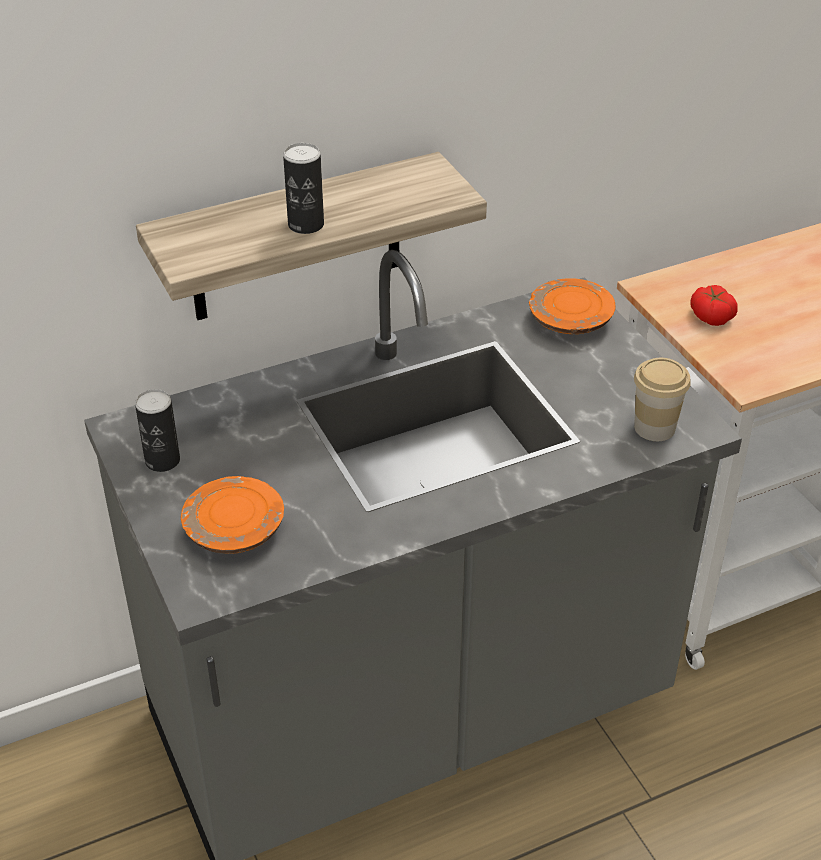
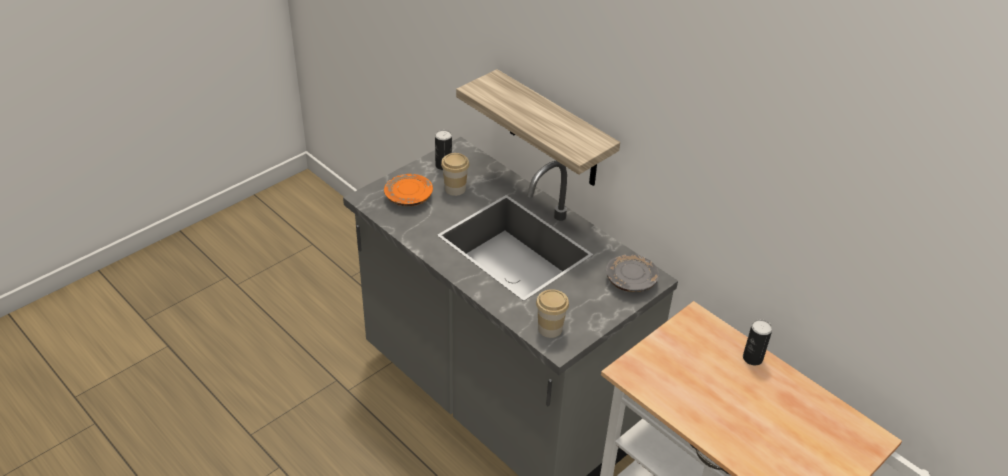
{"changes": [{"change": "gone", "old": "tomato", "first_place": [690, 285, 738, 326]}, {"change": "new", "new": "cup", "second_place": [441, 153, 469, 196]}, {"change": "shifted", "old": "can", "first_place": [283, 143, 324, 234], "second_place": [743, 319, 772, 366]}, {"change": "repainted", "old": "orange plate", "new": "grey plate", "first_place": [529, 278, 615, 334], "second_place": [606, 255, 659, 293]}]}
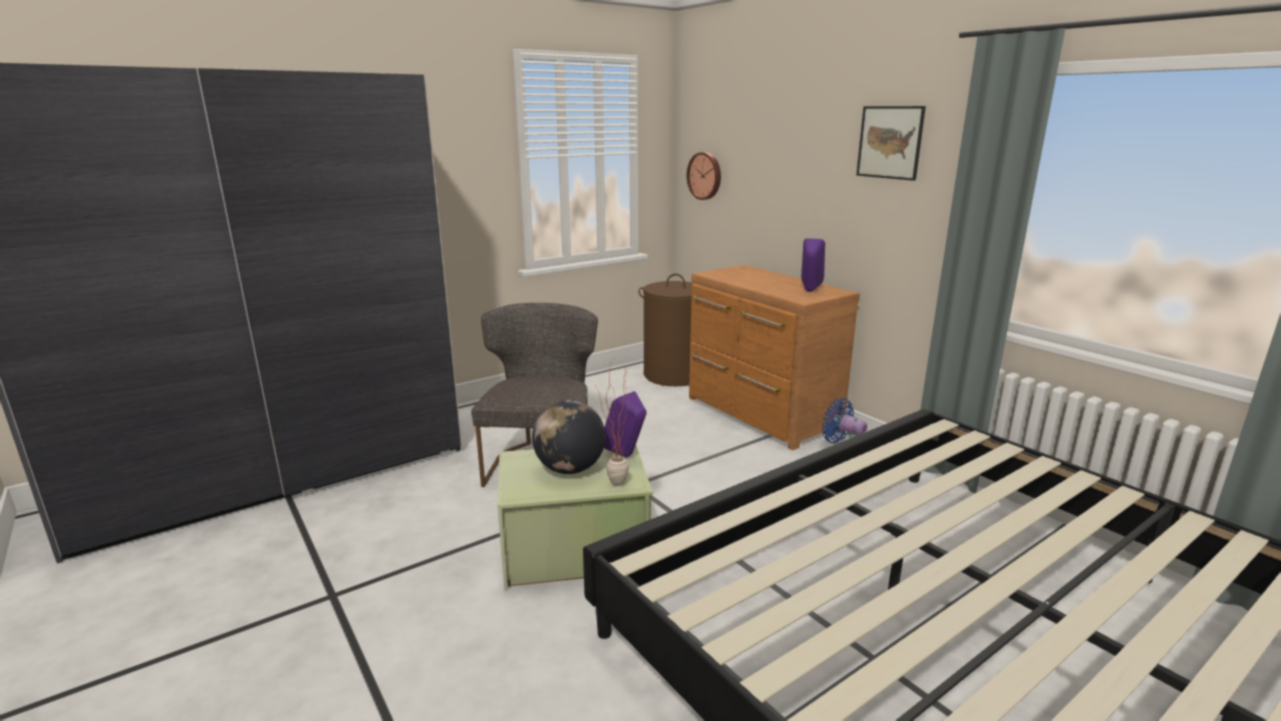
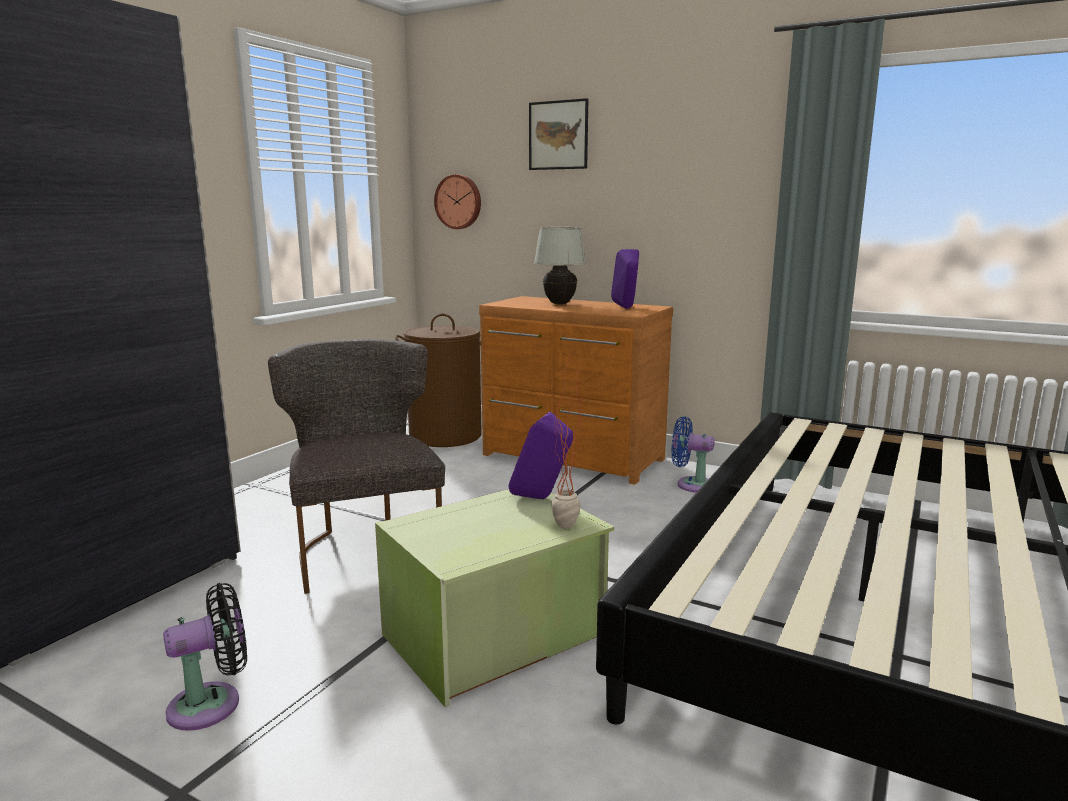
{"changes": [{"change": "gone", "old": "globe", "first_place": [532, 400, 606, 474]}, {"change": "new", "new": "black fan", "second_place": [163, 583, 247, 731]}, {"change": "new", "new": "white table lamp", "second_place": [534, 227, 587, 304]}, {"change": "shifted", "old": "picture", "first_place": [856, 106, 926, 181], "second_place": [529, 98, 588, 170]}]}
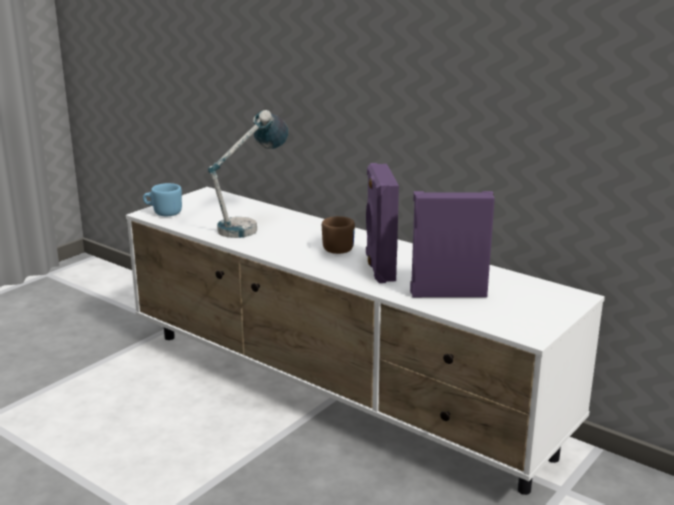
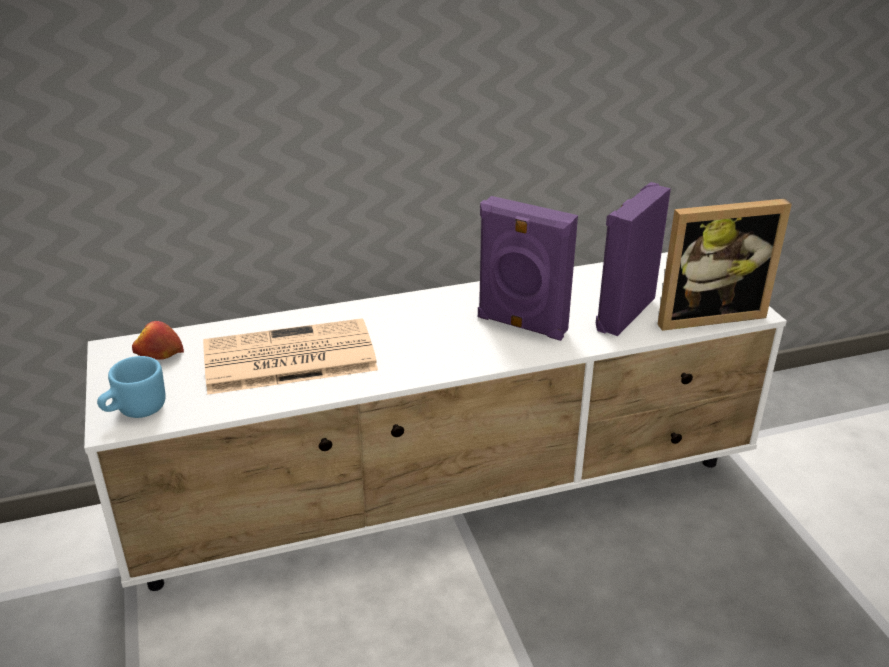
{"changes": [{"change": "gone", "old": "brown mug", "first_place": [322, 216, 355, 254]}, {"change": "new", "new": "apple", "second_place": [132, 321, 184, 360]}, {"change": "new", "new": "picture frame", "second_place": [657, 199, 792, 331]}, {"change": "swapped", "old": "table lamp", "new": "newspaper", "first_place": [208, 110, 288, 238], "second_place": [203, 318, 378, 395]}]}
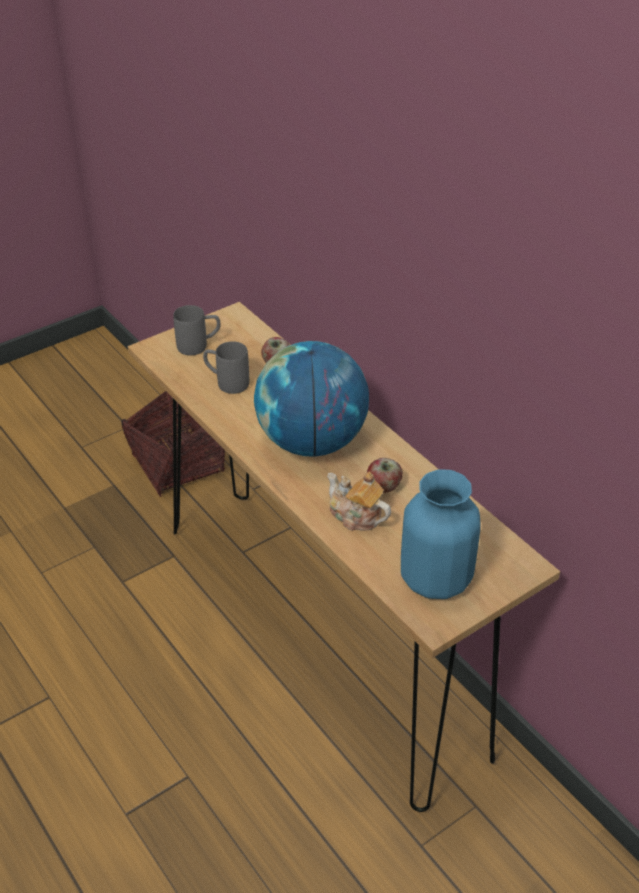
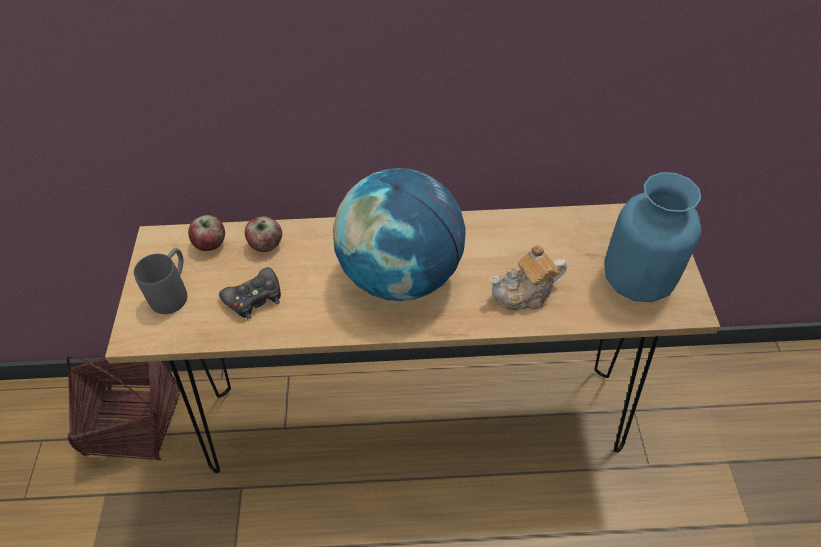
{"changes": [{"change": "shifted", "old": "apple", "first_place": [367, 458, 403, 493], "second_place": [188, 215, 225, 251]}, {"change": "swapped", "old": "grey mug", "new": "black game controller", "first_place": [203, 341, 249, 394], "second_place": [219, 267, 281, 319]}]}
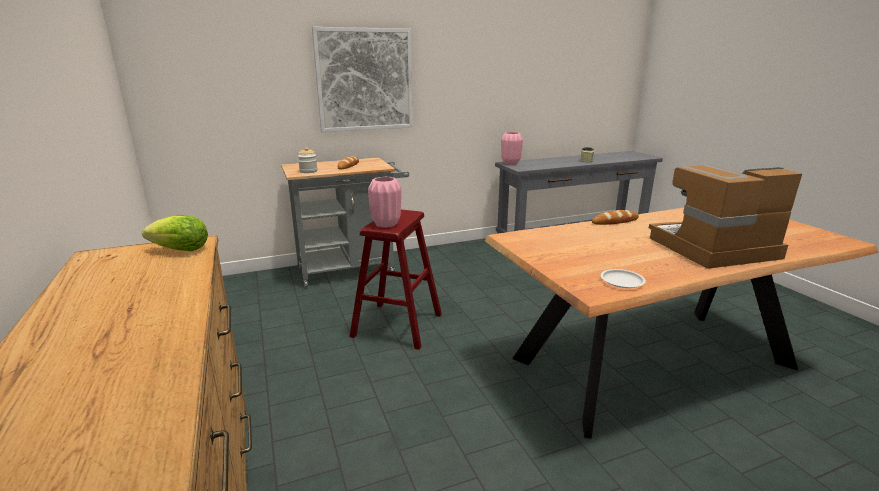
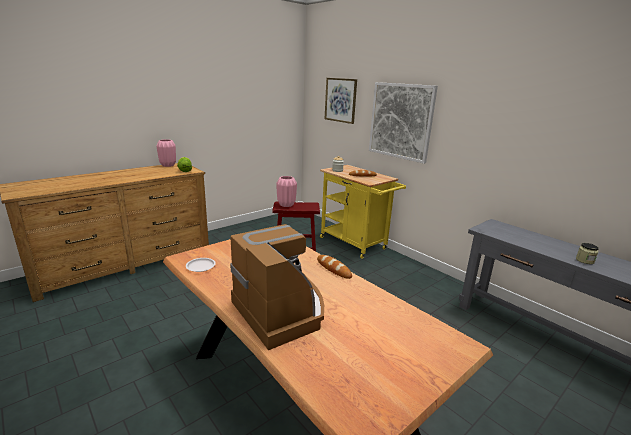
{"changes": [{"change": "new", "new": "picture", "second_place": [325, 78, 357, 124]}, {"change": "shifted", "old": "pink vase", "first_place": [501, 132, 523, 165], "second_place": [157, 139, 176, 167]}, {"change": "repainted", "old": "grey cart", "new": "yellow cart", "first_place": [281, 158, 409, 288], "second_place": [320, 165, 406, 259]}]}
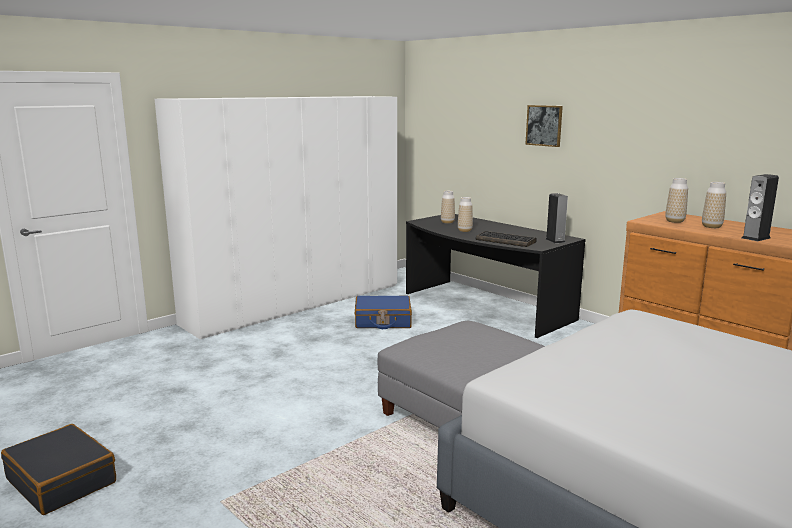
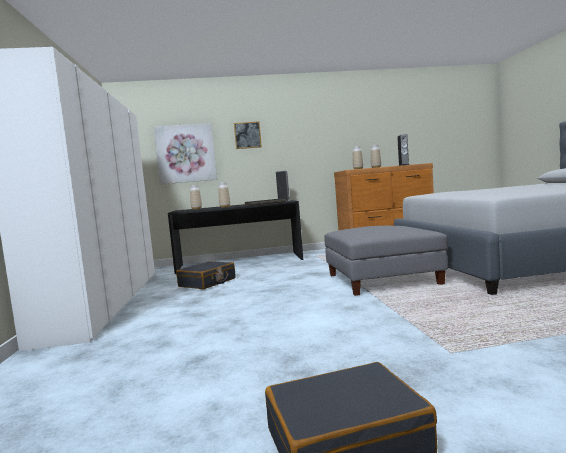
{"changes": [{"change": "new", "new": "picture", "second_place": [153, 123, 217, 184]}, {"change": "repainted", "old": "blue suitcase", "new": "black suitcase", "first_place": [355, 296, 412, 329], "second_place": [176, 261, 235, 289]}]}
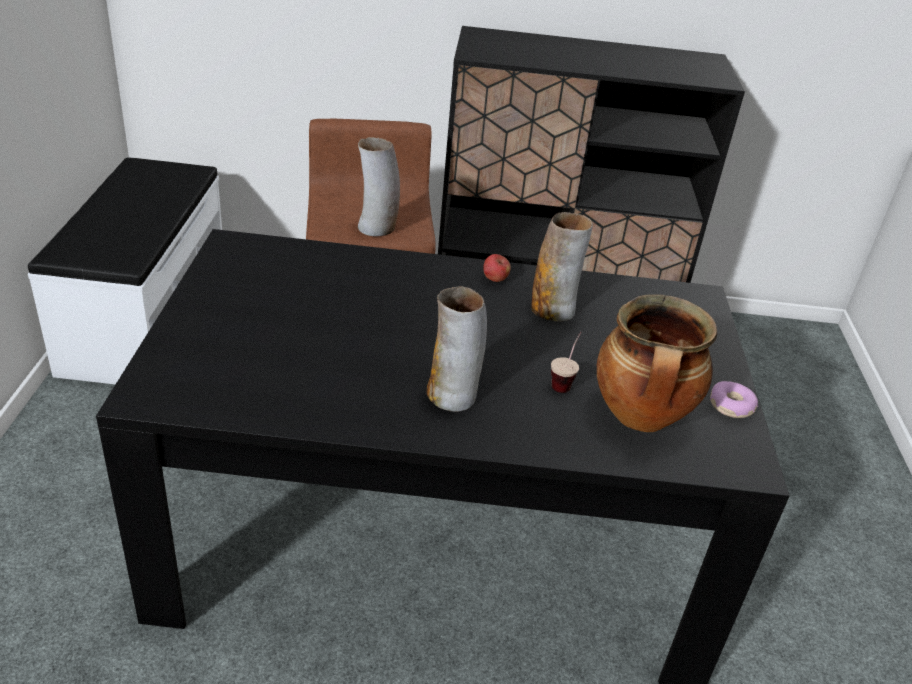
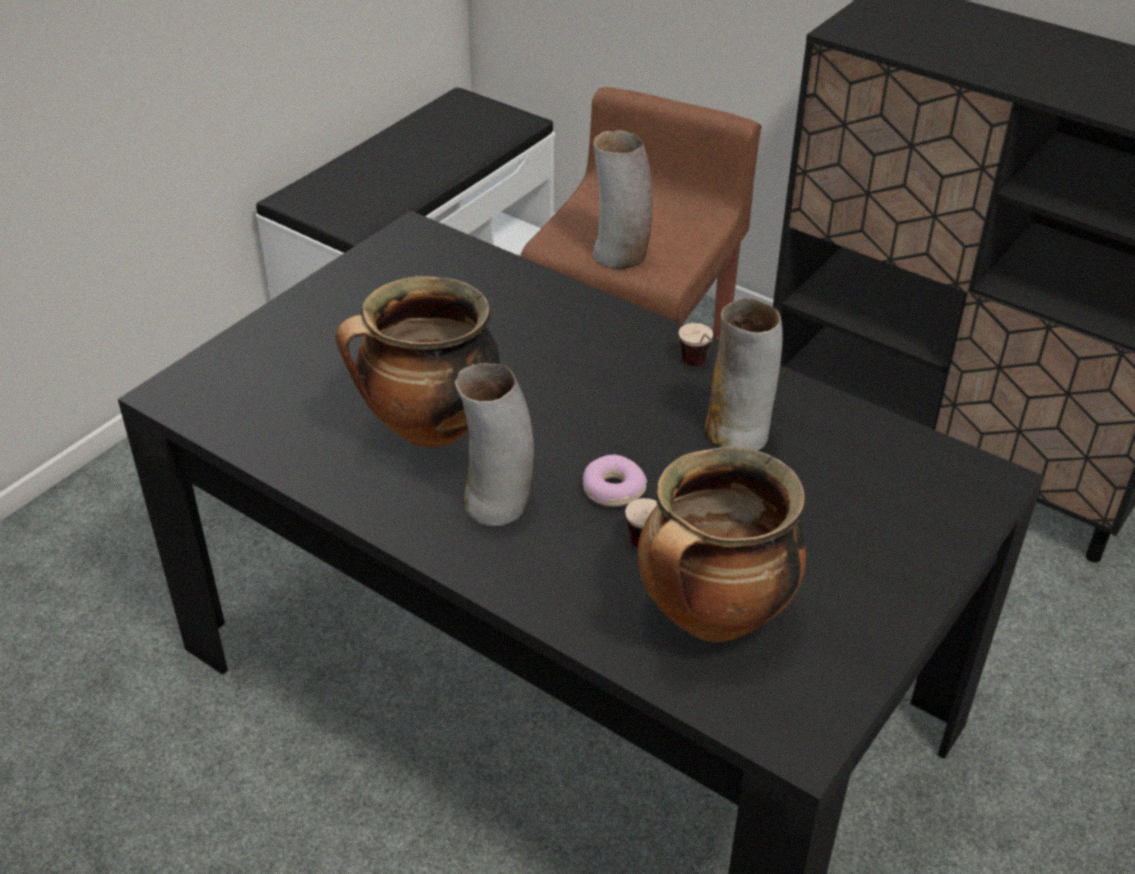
{"changes": [{"change": "new", "new": "cooking pot", "second_place": [336, 276, 500, 447]}, {"change": "shifted", "old": "donut", "first_place": [710, 381, 758, 418], "second_place": [582, 455, 647, 507]}, {"change": "swapped", "old": "apple", "new": "cup", "first_place": [483, 254, 511, 282], "second_place": [679, 323, 713, 366]}]}
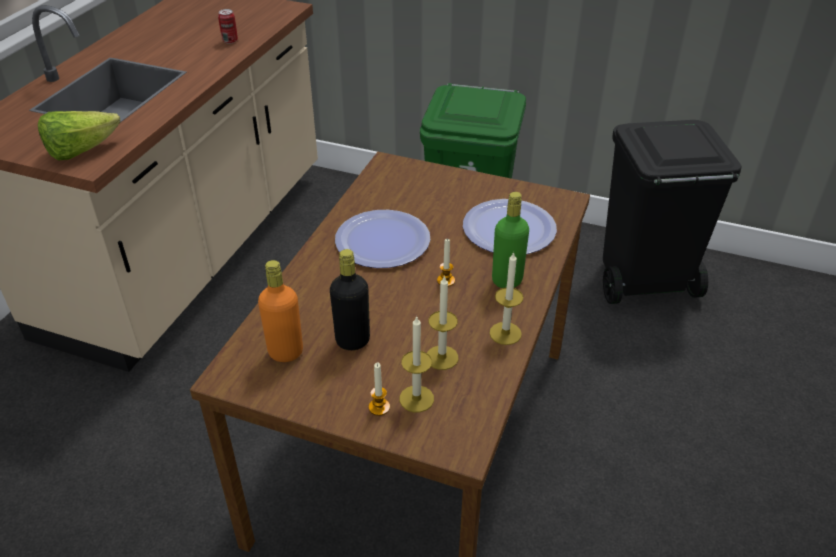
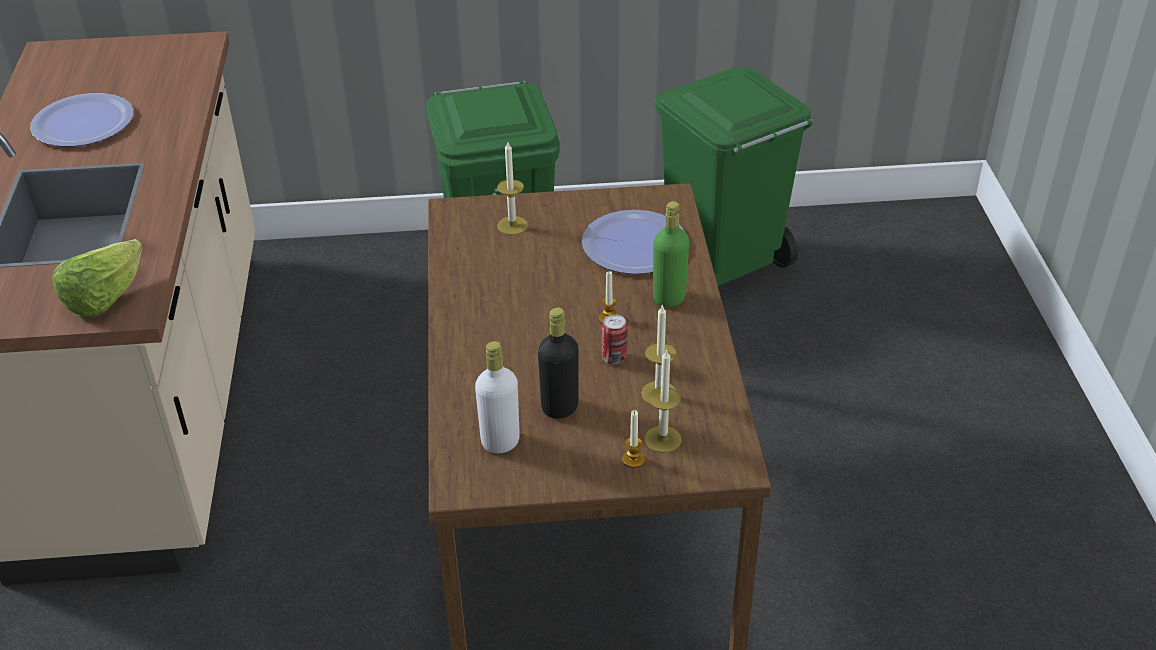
{"changes": [{"change": "shifted", "old": "can", "first_place": [218, 9, 238, 44], "second_place": [602, 314, 628, 365]}, {"change": "shifted", "old": "plate", "first_place": [335, 210, 430, 268], "second_place": [30, 93, 134, 147]}, {"change": "shifted", "old": "candle", "first_place": [489, 252, 523, 345], "second_place": [497, 142, 528, 235]}, {"change": "repainted", "old": "orange bottle", "new": "white bottle", "first_place": [258, 260, 303, 362], "second_place": [475, 341, 520, 453]}, {"change": "repainted", "old": "black trash can", "new": "green trash can", "first_place": [603, 120, 742, 304], "second_place": [655, 67, 813, 286]}]}
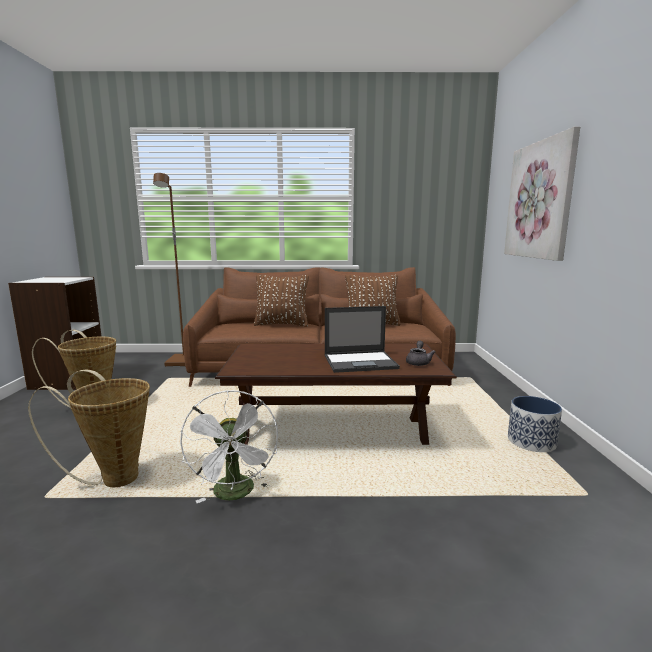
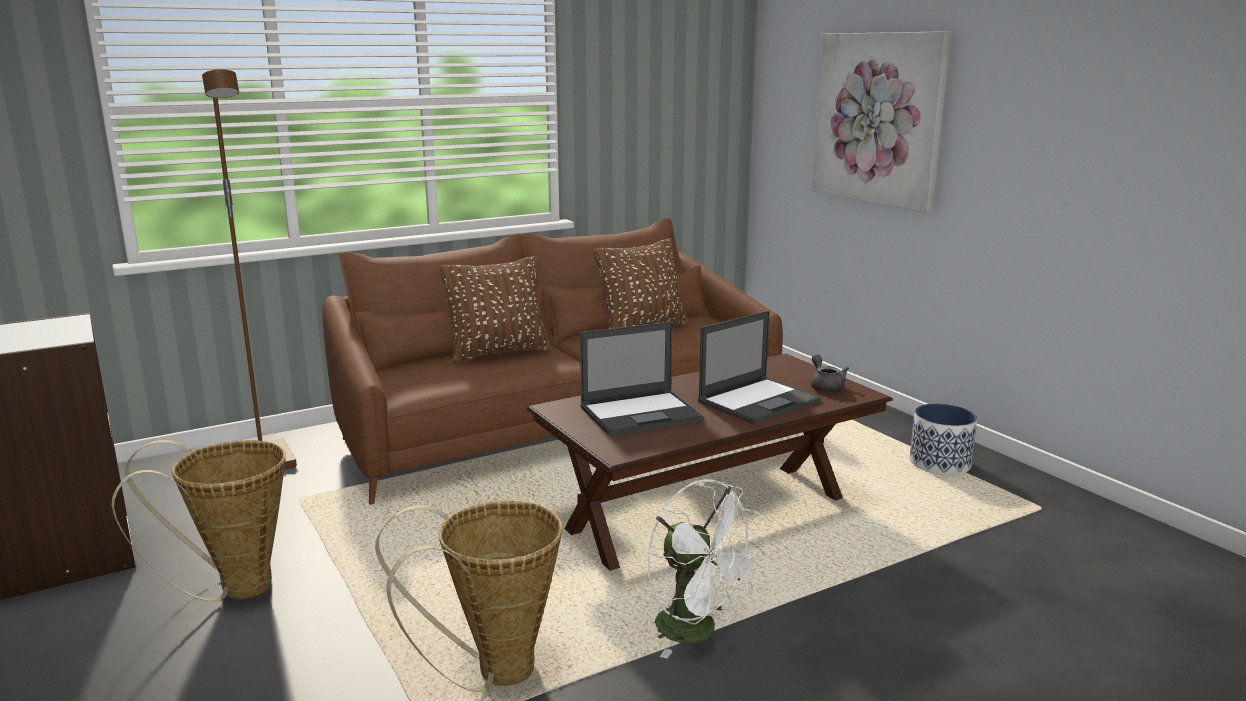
{"changes": [{"change": "new", "new": "laptop", "second_place": [580, 321, 704, 436]}]}
